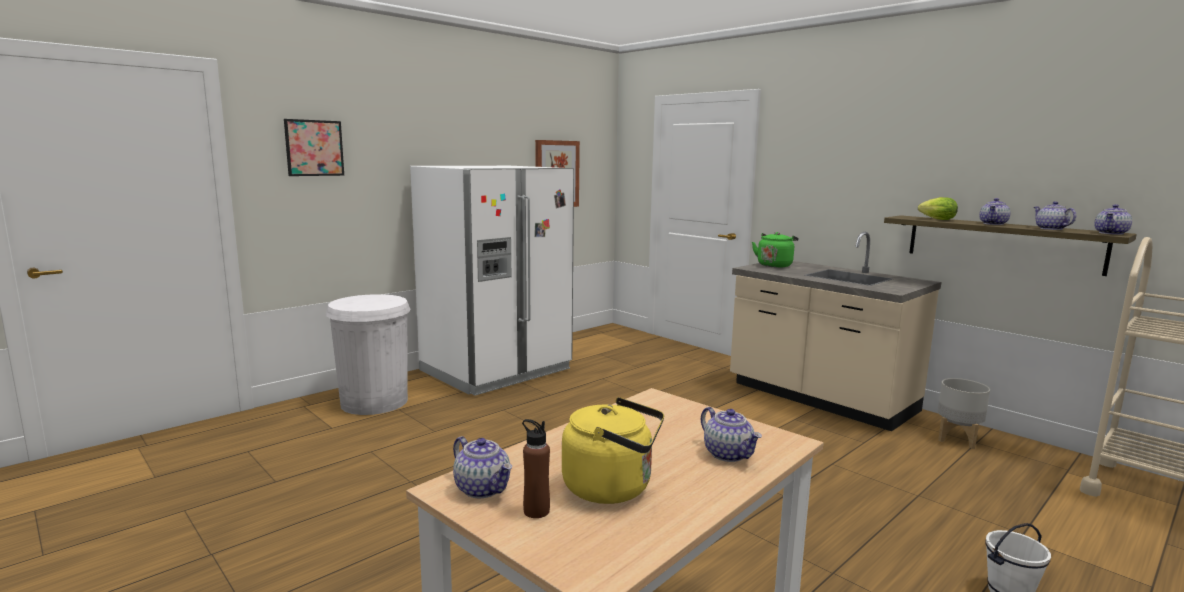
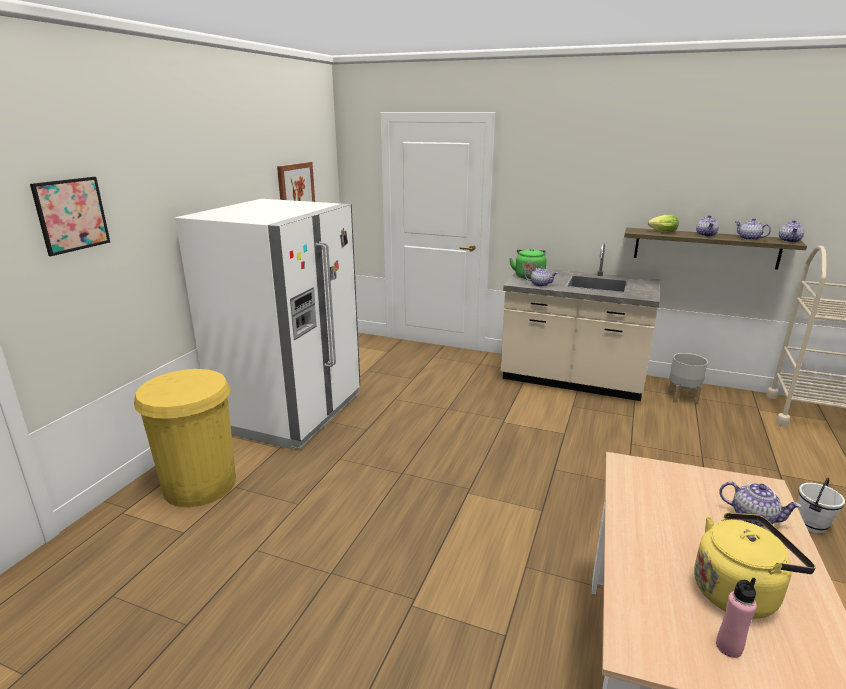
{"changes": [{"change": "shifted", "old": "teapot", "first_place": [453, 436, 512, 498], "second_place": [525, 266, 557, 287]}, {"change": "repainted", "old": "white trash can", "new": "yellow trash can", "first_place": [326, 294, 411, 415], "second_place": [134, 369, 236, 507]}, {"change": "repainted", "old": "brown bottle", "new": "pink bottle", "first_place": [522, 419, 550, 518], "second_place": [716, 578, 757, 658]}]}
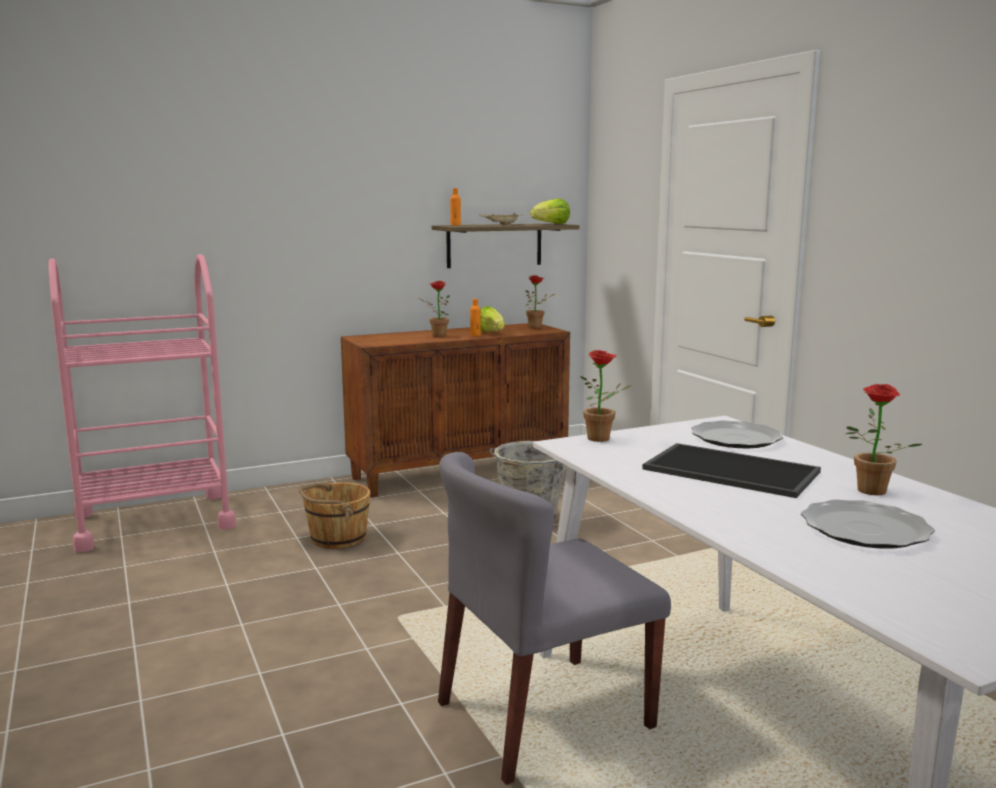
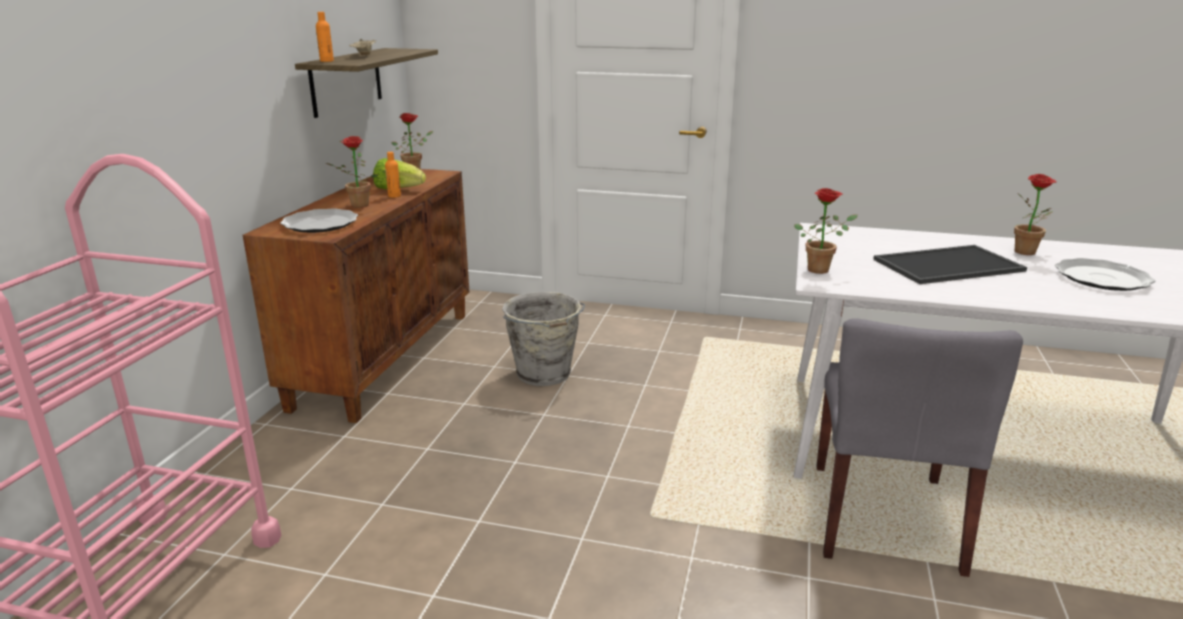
{"changes": [{"change": "gone", "old": "brown bucket", "first_place": [299, 482, 371, 549]}, {"change": "gone", "old": "lettuce", "first_place": [530, 198, 570, 224]}, {"change": "shifted", "old": "plate", "first_place": [692, 420, 783, 448], "second_place": [280, 208, 358, 233]}]}
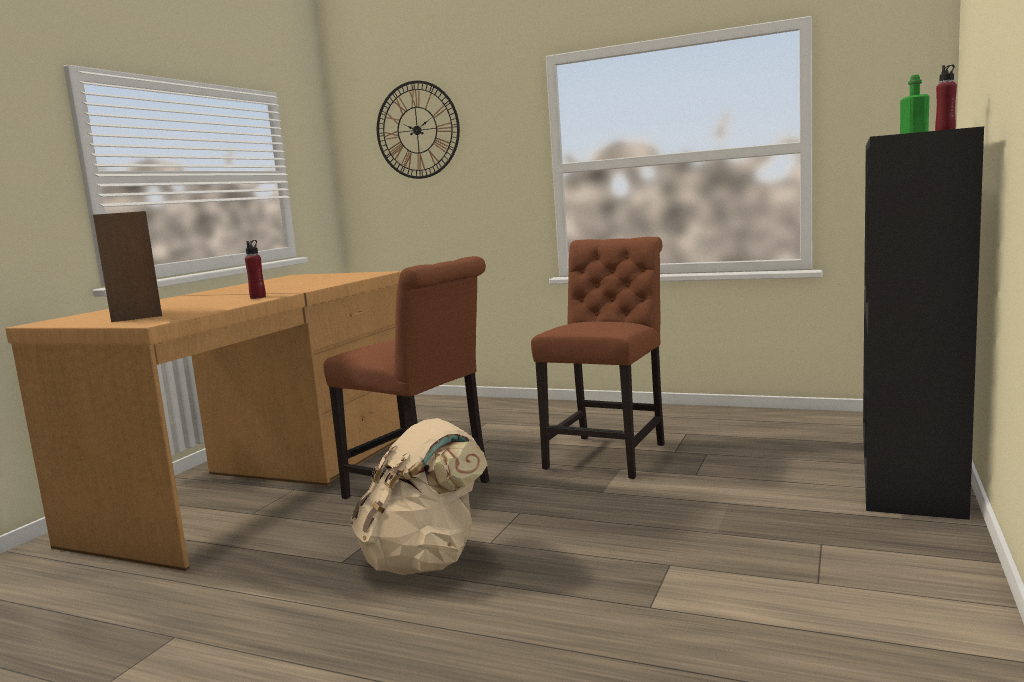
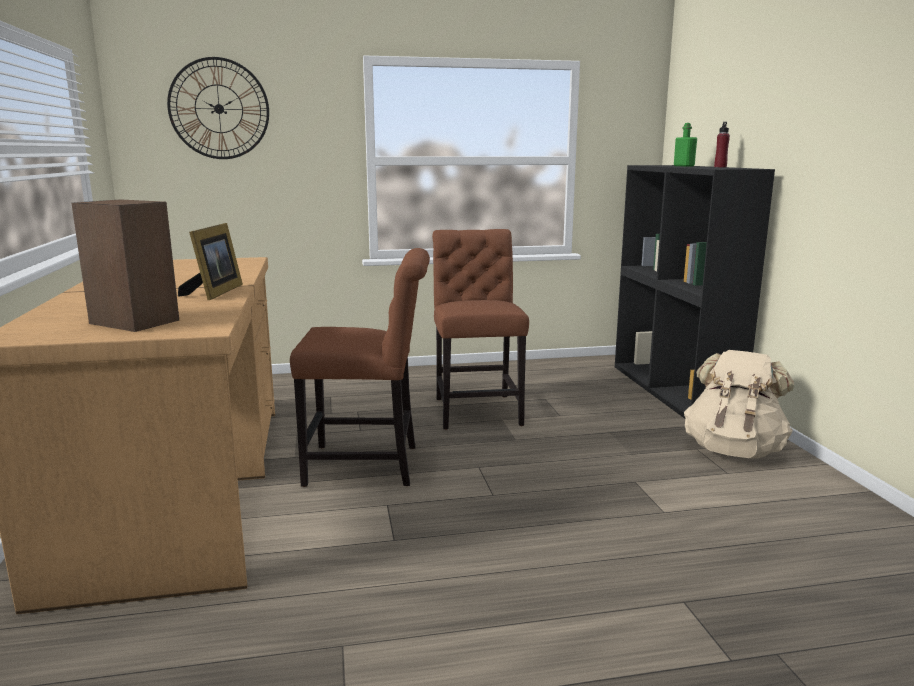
{"changes": [{"change": "shifted", "old": "beige backpack", "first_place": [351, 418, 487, 575], "second_place": [684, 350, 794, 458]}, {"change": "swapped", "old": "red bottle", "new": "picture frame", "first_place": [245, 240, 266, 299], "second_place": [178, 223, 243, 300]}]}
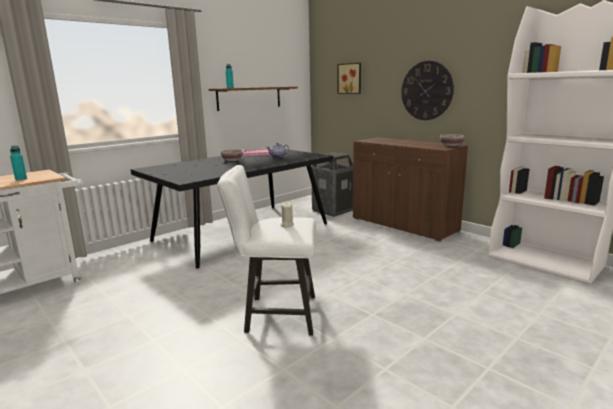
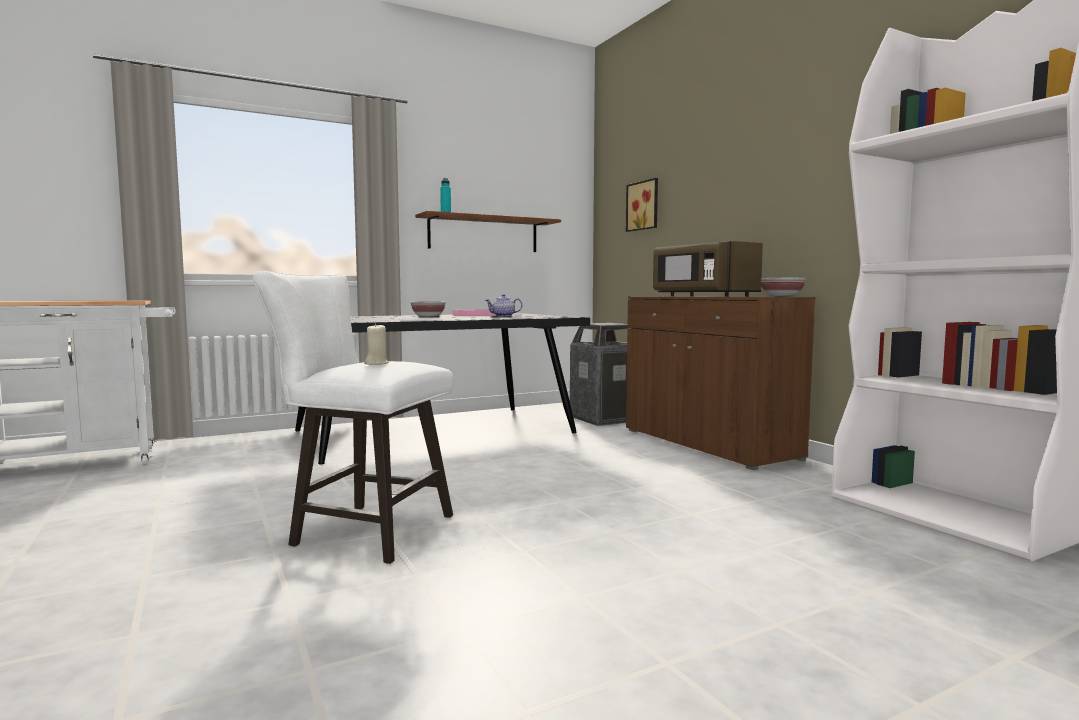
{"changes": [{"change": "gone", "old": "turquoise bottle", "first_place": [10, 146, 27, 180]}, {"change": "gone", "old": "wall clock", "first_place": [401, 61, 454, 120]}, {"change": "new", "new": "brown microwave", "second_place": [653, 241, 763, 297]}]}
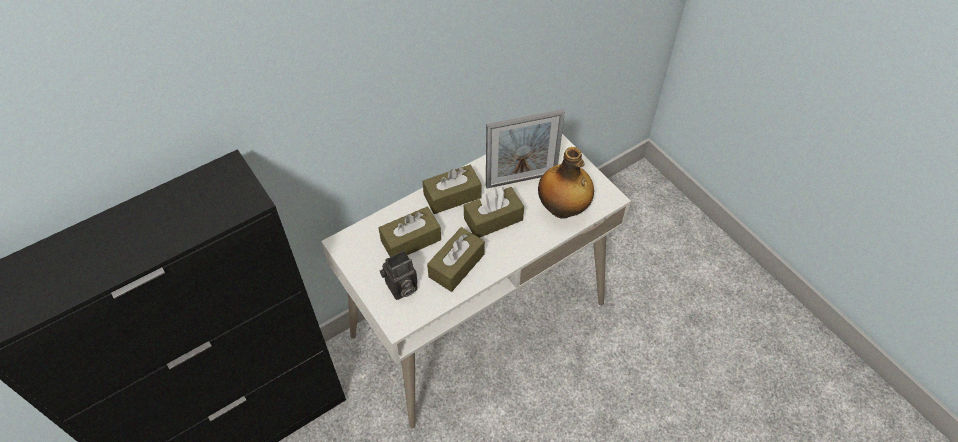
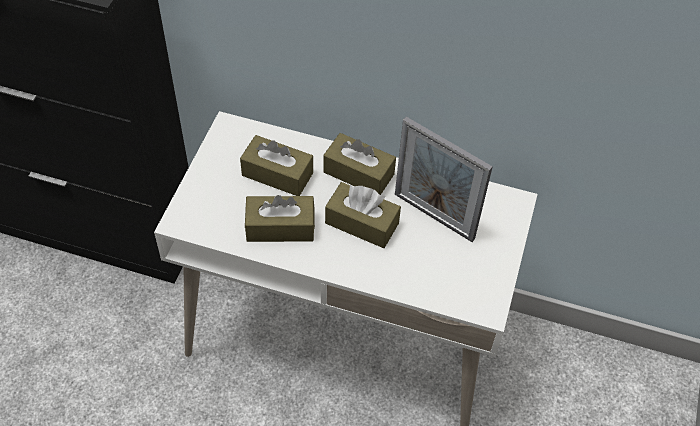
{"changes": [{"change": "gone", "old": "photo camera", "first_place": [380, 251, 418, 300]}, {"change": "gone", "old": "bottle", "first_place": [538, 147, 594, 219]}]}
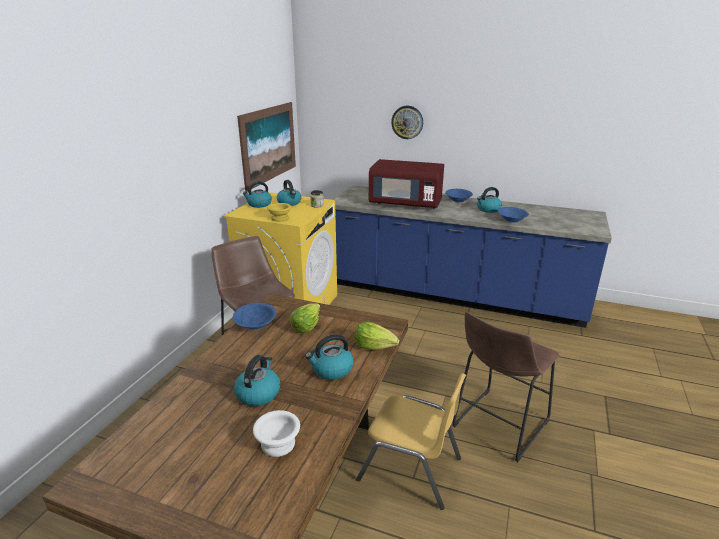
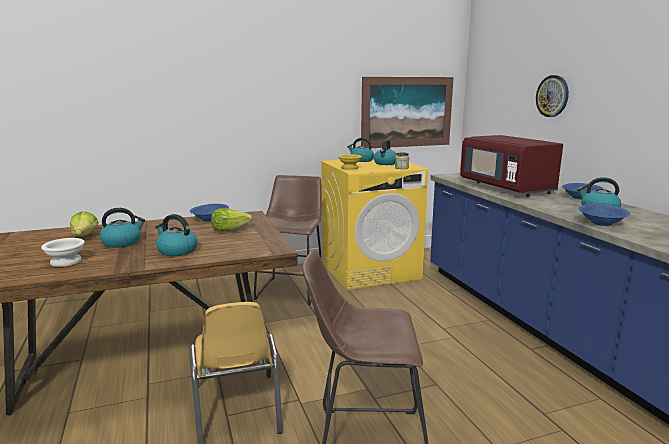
{"changes": [{"change": "shifted", "old": "lettuce", "first_place": [354, 321, 399, 350], "second_place": [70, 211, 99, 237]}]}
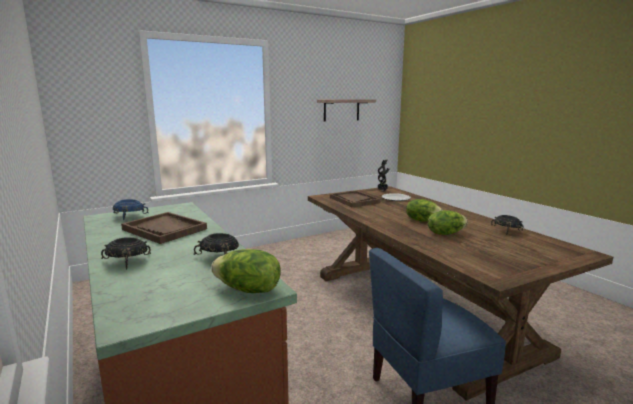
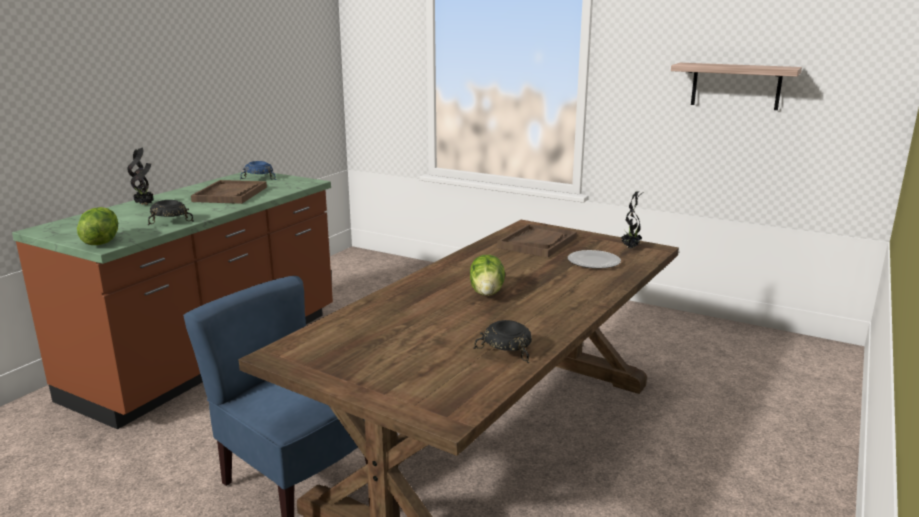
{"changes": [{"change": "gone", "old": "lettuce", "first_place": [428, 210, 468, 235]}, {"change": "swapped", "old": "black bowl", "new": "potted plant", "first_place": [101, 237, 151, 270], "second_place": [127, 147, 154, 205]}]}
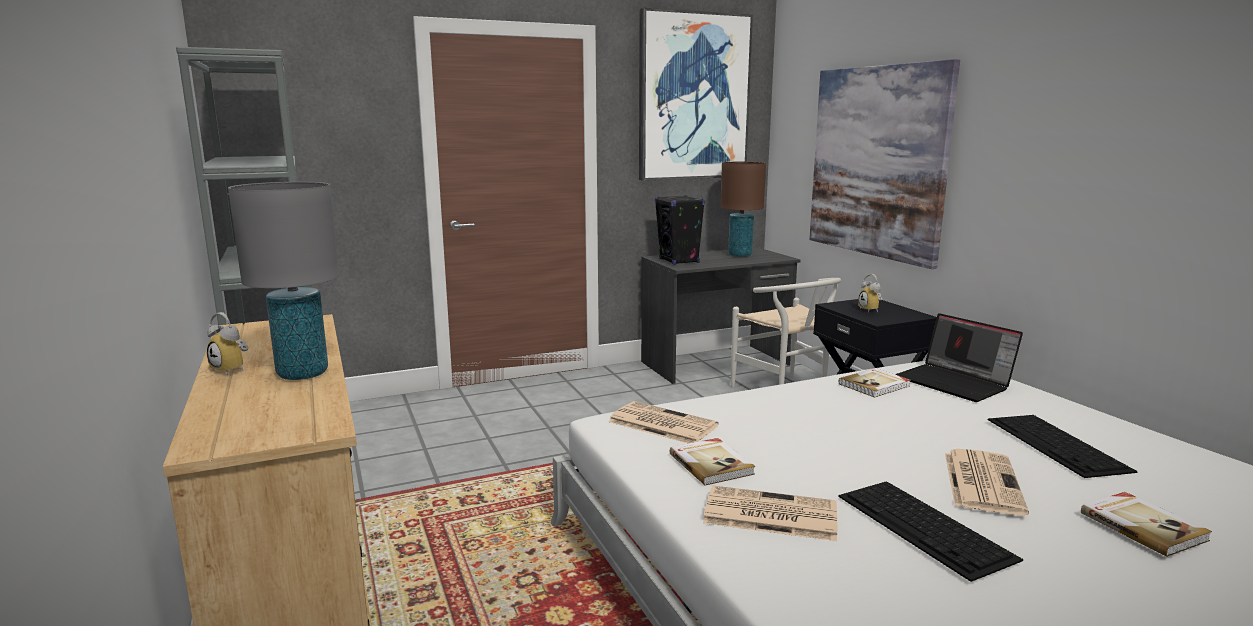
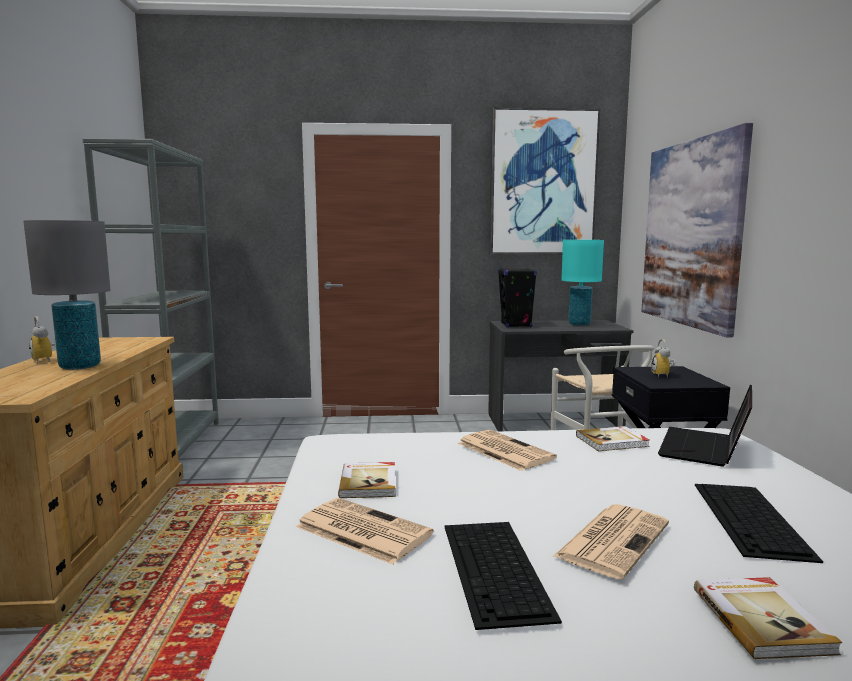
{"changes": [{"change": "shifted", "old": "newspaper", "first_place": [608, 401, 719, 444], "second_place": [458, 430, 557, 471]}, {"change": "repainted", "old": "brown table lamp", "new": "turquoise table lamp", "first_place": [721, 162, 766, 257], "second_place": [561, 240, 604, 326]}, {"change": "rotated", "old": "laptop", "first_place": [895, 313, 1023, 402], "second_place": [658, 384, 752, 467], "degrees": 45}]}
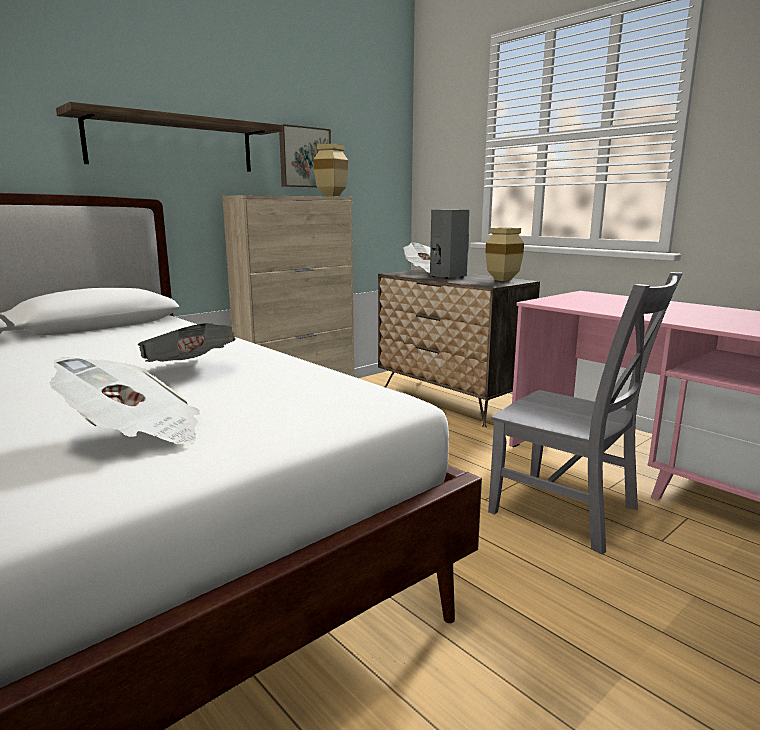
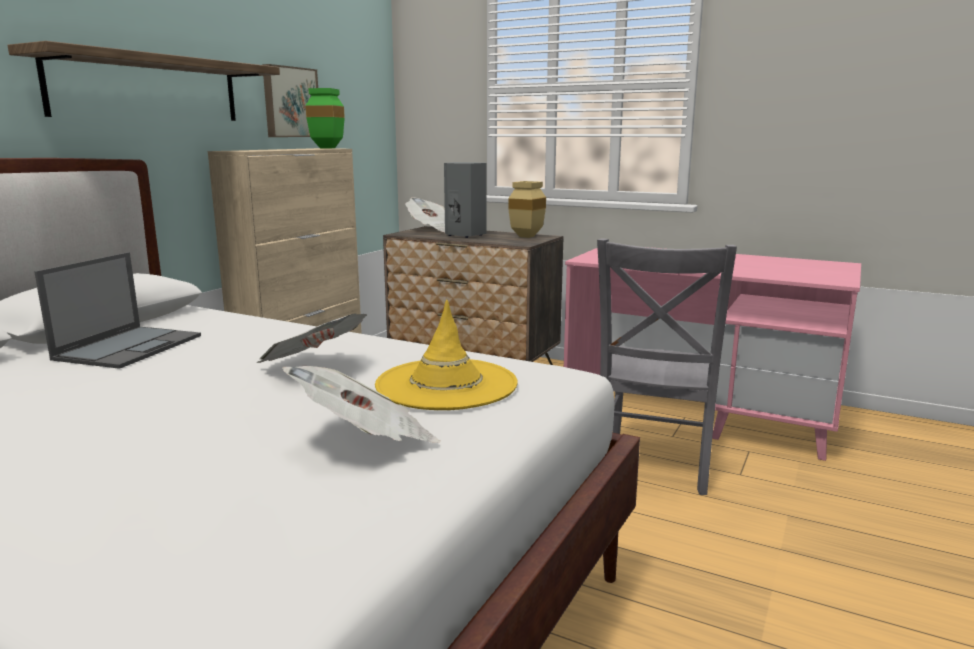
{"changes": [{"change": "new", "new": "laptop", "second_place": [34, 252, 201, 369]}, {"change": "new", "new": "yellow hat", "second_place": [375, 300, 518, 410]}, {"change": "repainted", "old": "beige vase", "new": "green vase", "first_place": [313, 143, 348, 197], "second_place": [305, 88, 345, 148]}, {"change": "rotated", "old": "grey chair", "first_place": [488, 272, 683, 555], "second_place": [597, 238, 737, 495], "degrees": 90}]}
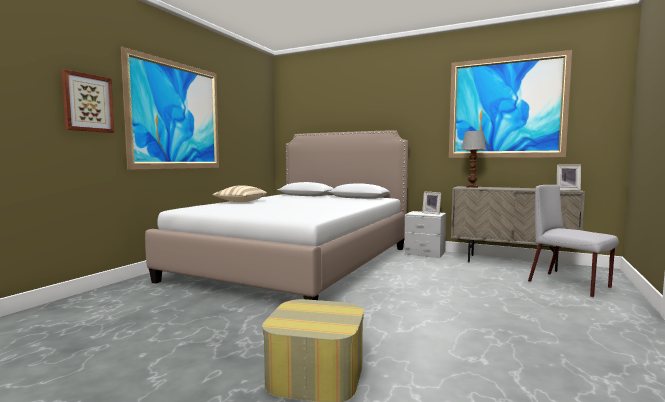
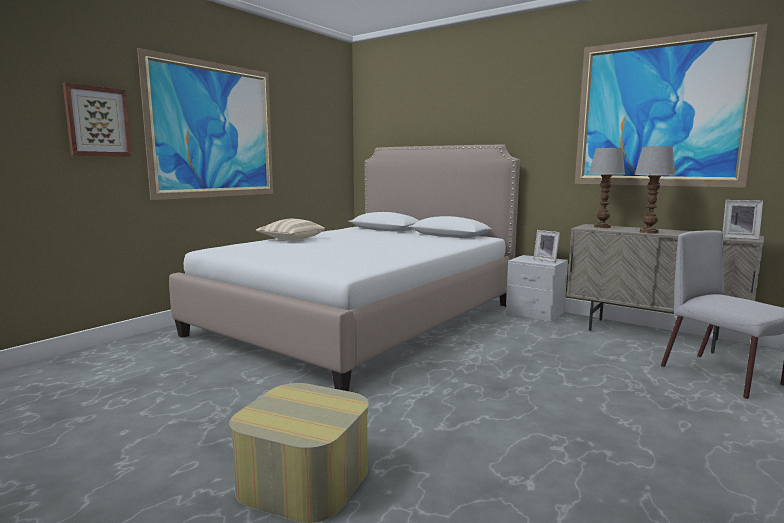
{"changes": [{"change": "new", "new": "table lamp", "second_place": [634, 146, 676, 234]}]}
